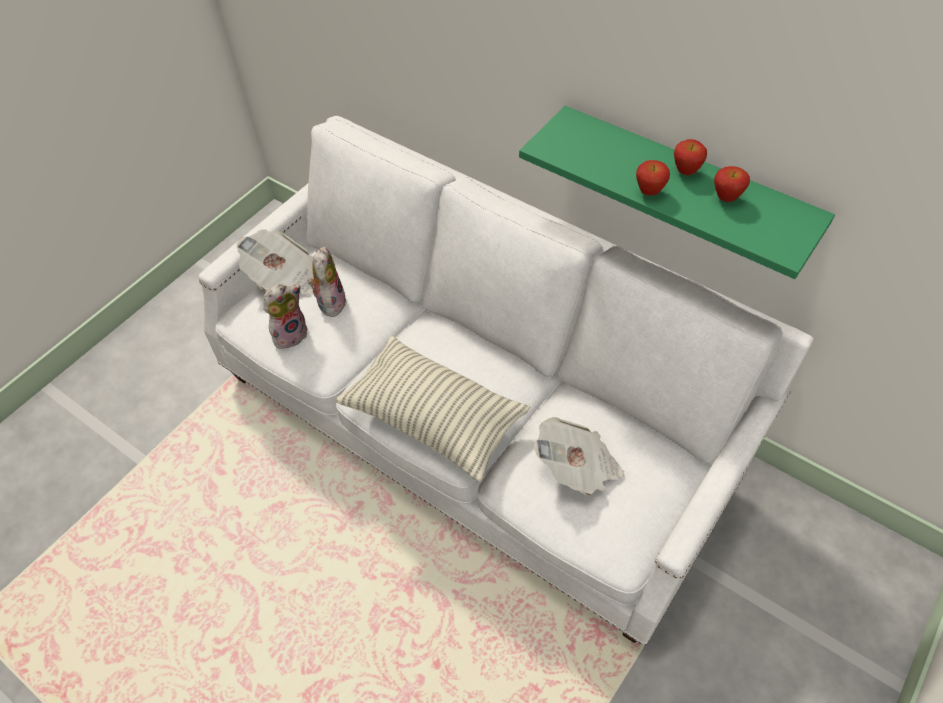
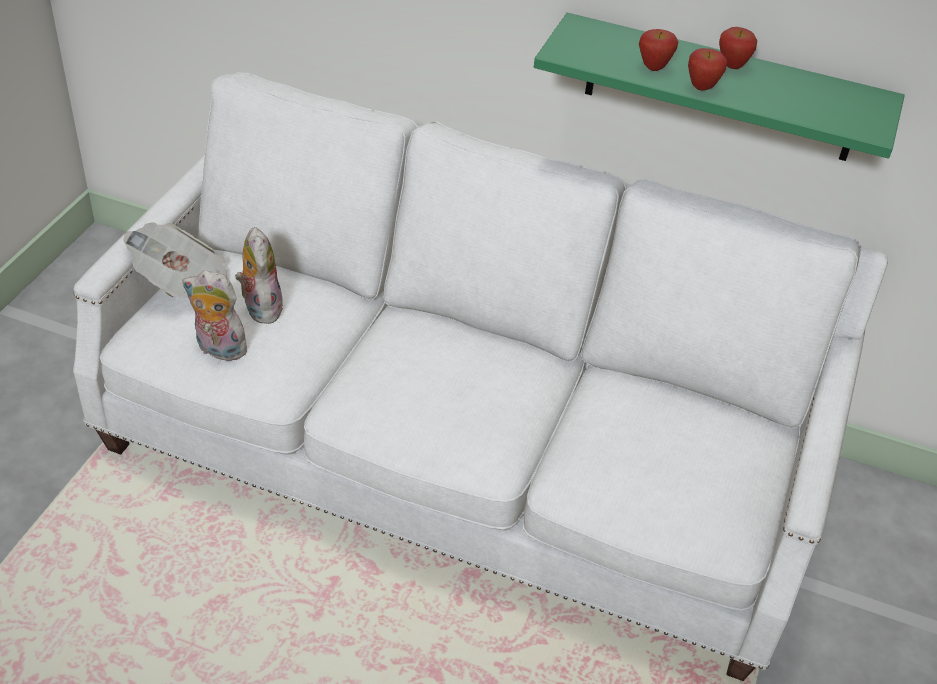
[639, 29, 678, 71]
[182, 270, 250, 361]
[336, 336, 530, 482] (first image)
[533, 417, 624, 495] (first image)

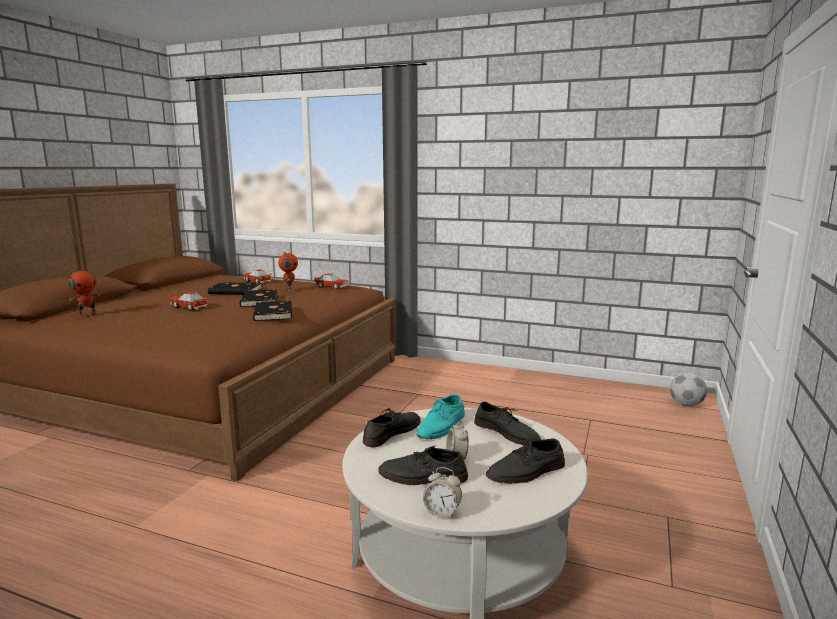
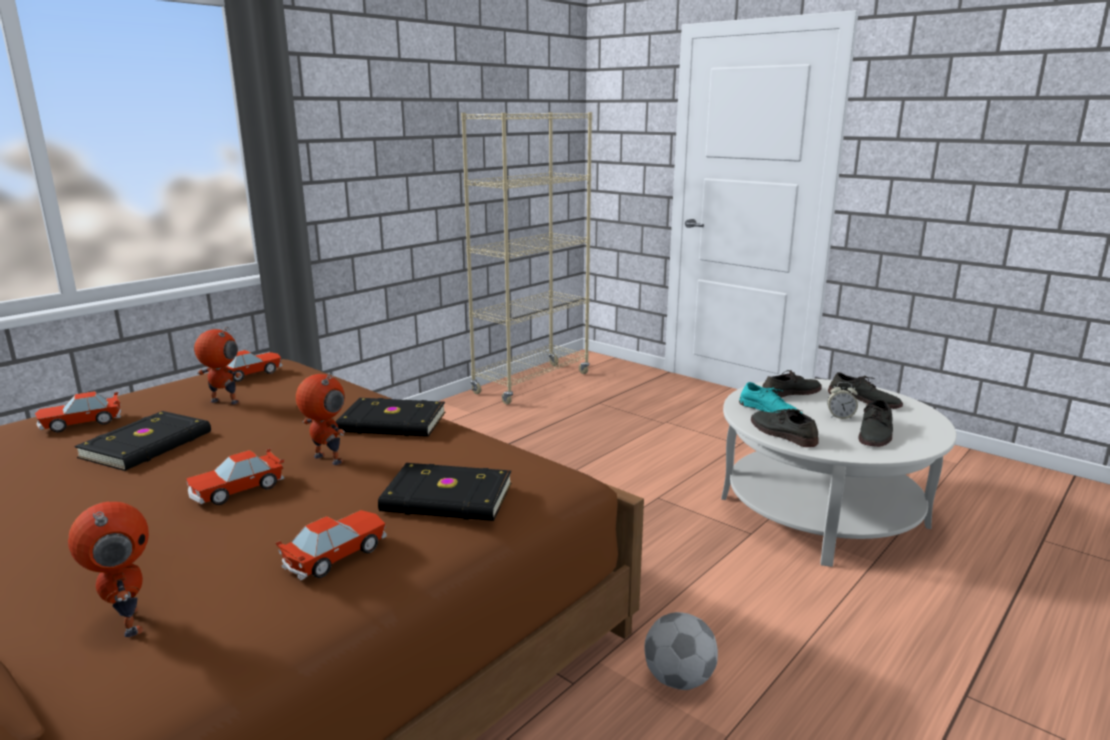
[378, 463, 511, 521]
[645, 612, 718, 690]
[828, 372, 903, 409]
[423, 467, 462, 519] (first image)
[461, 112, 592, 405]
[296, 374, 345, 465]
[275, 510, 387, 580]

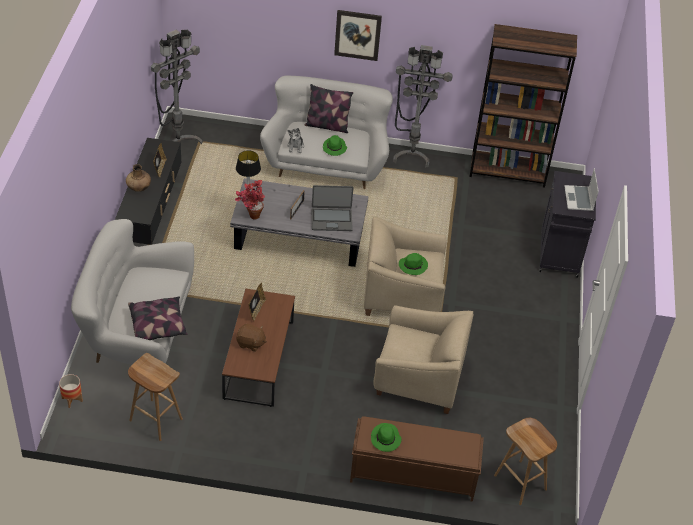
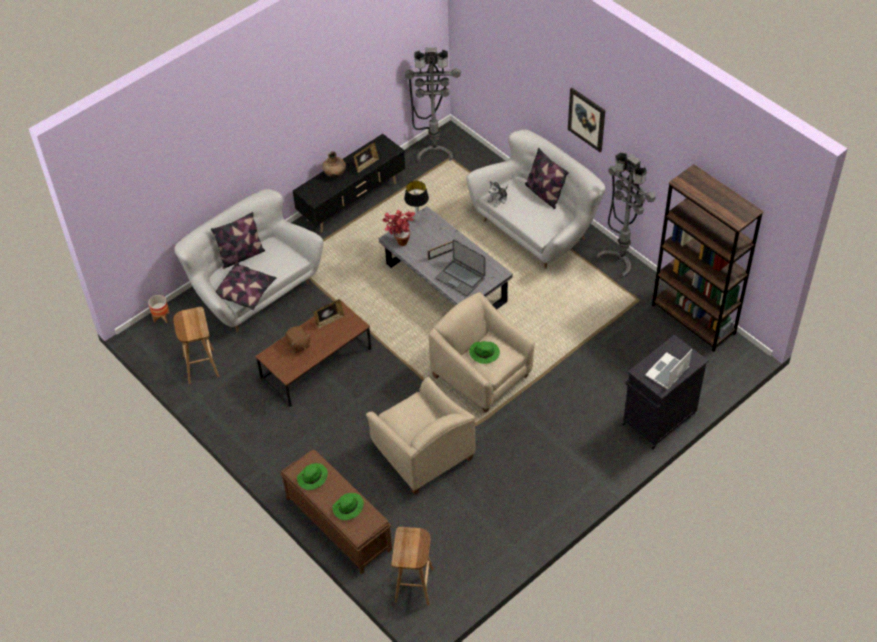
[332, 493, 364, 520]
[211, 212, 265, 269]

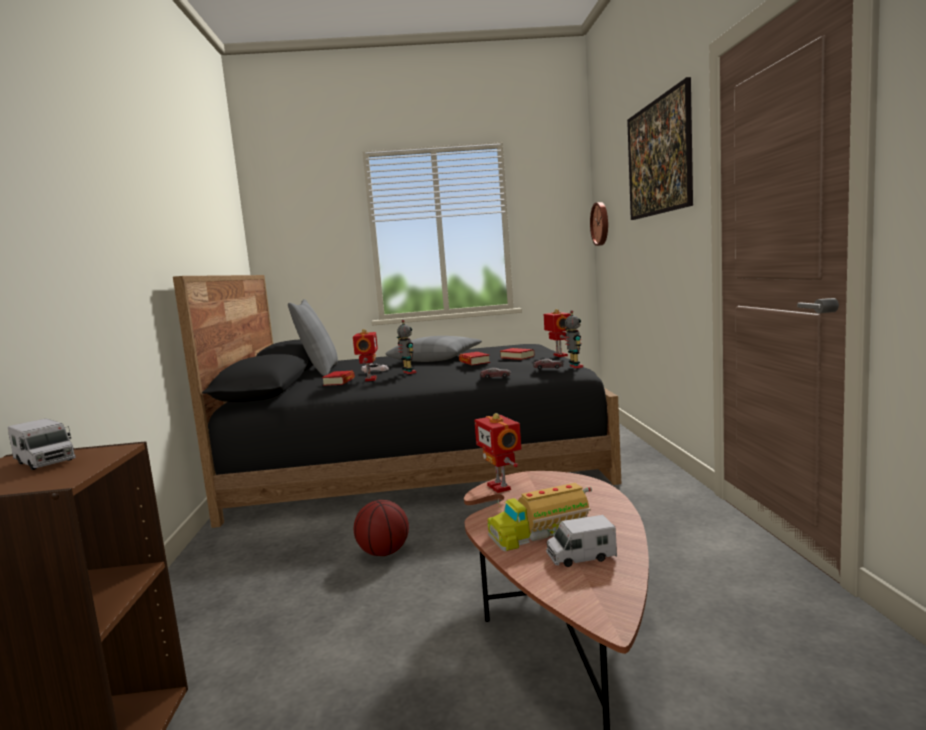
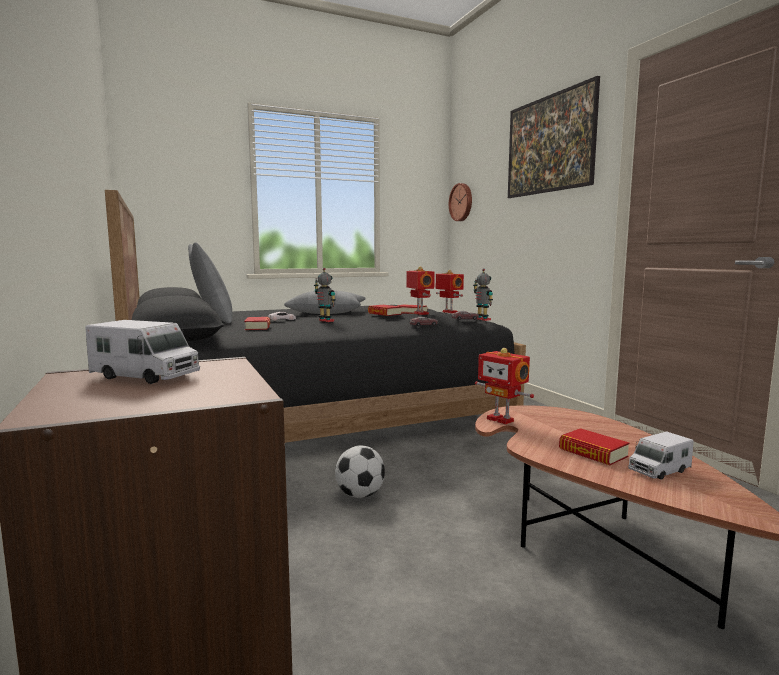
[407, 266, 435, 315]
[559, 428, 629, 465]
[335, 445, 385, 498]

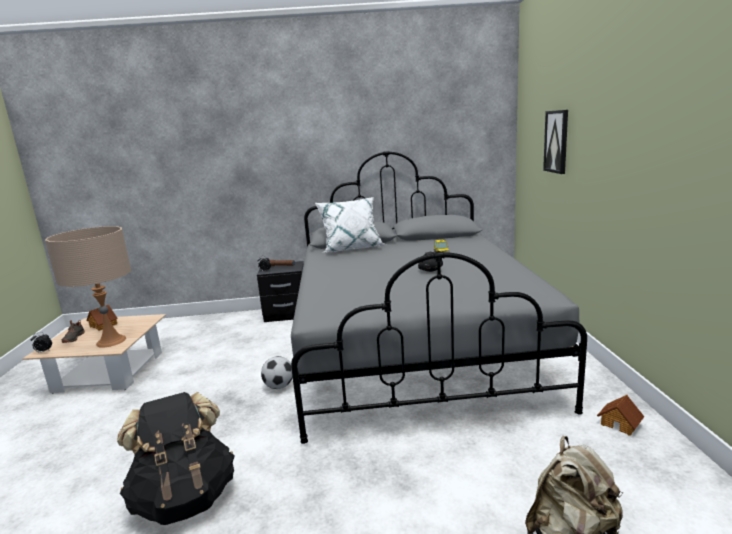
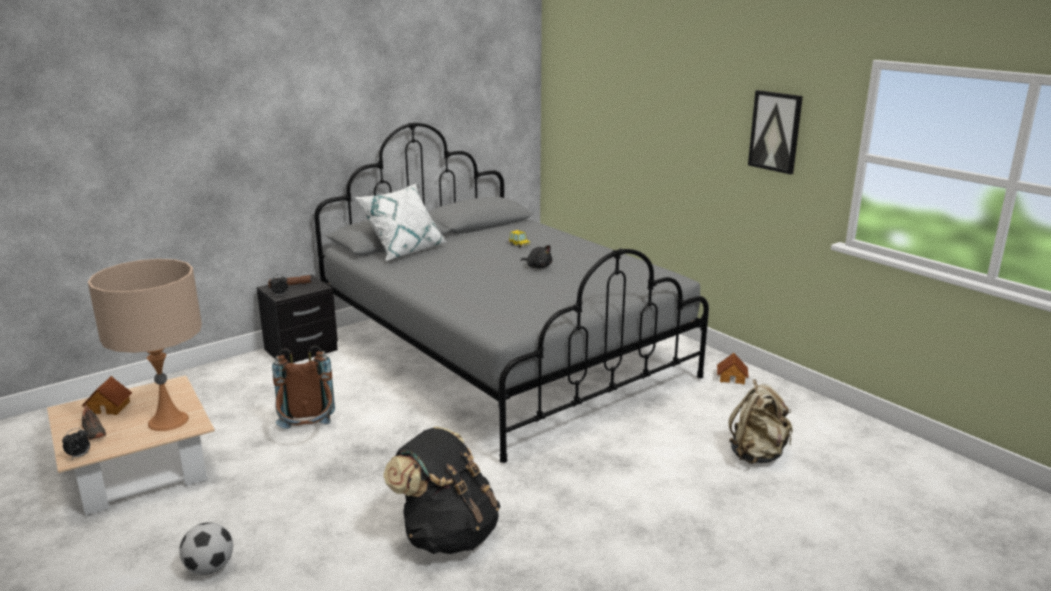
[748, 90, 803, 174]
[179, 522, 233, 575]
[272, 345, 335, 429]

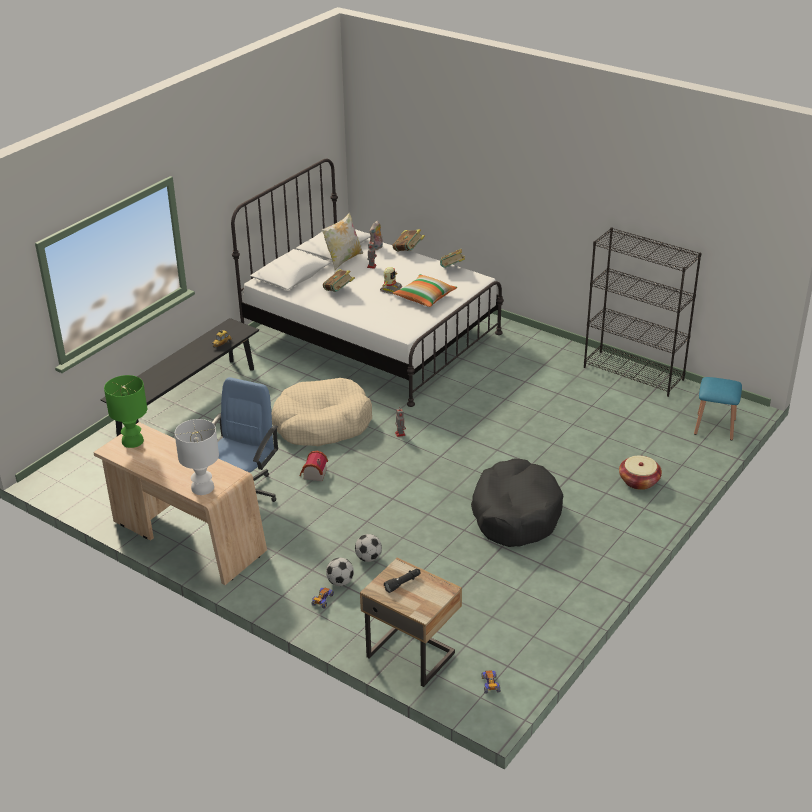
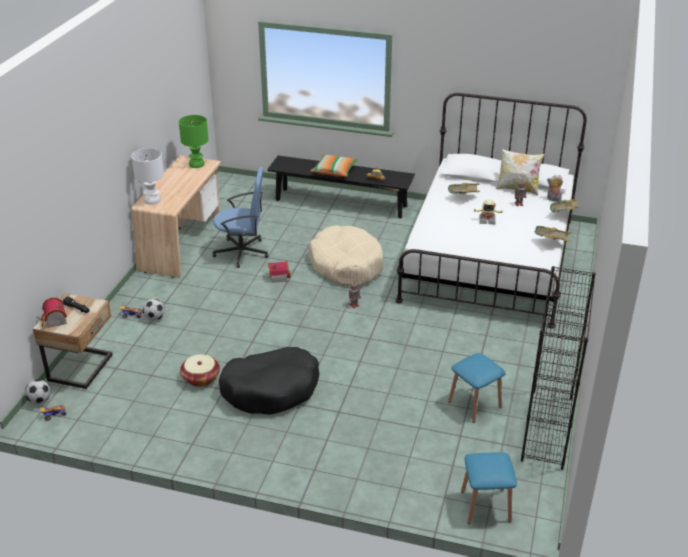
[311, 154, 359, 177]
[180, 354, 220, 387]
[25, 380, 50, 404]
[41, 297, 67, 328]
[448, 353, 506, 423]

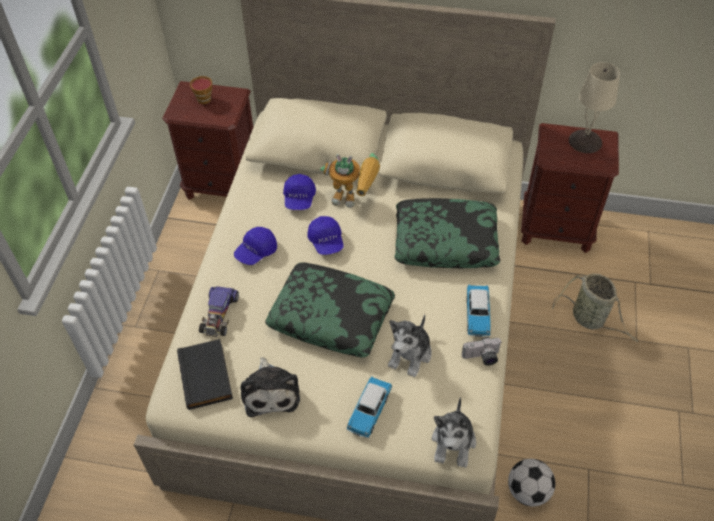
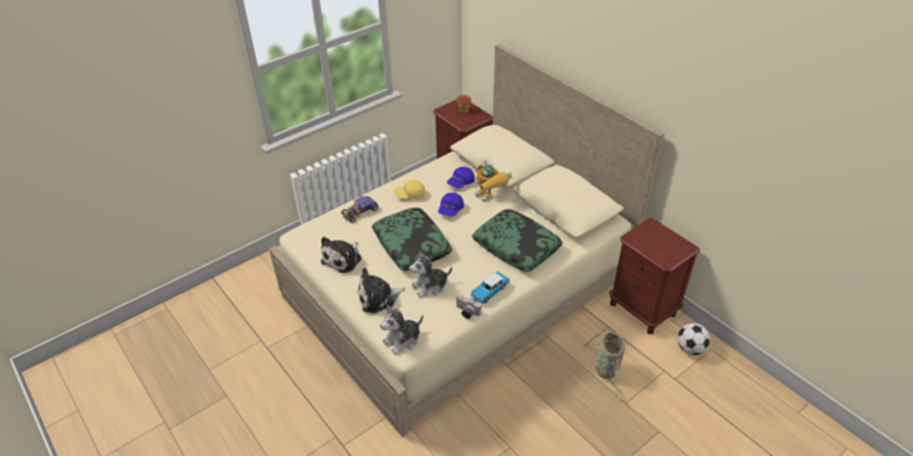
[569, 62, 620, 153] (first image)
[394, 180, 425, 199]
[177, 339, 233, 410] (first image)
[357, 267, 405, 314]
[677, 323, 711, 355]

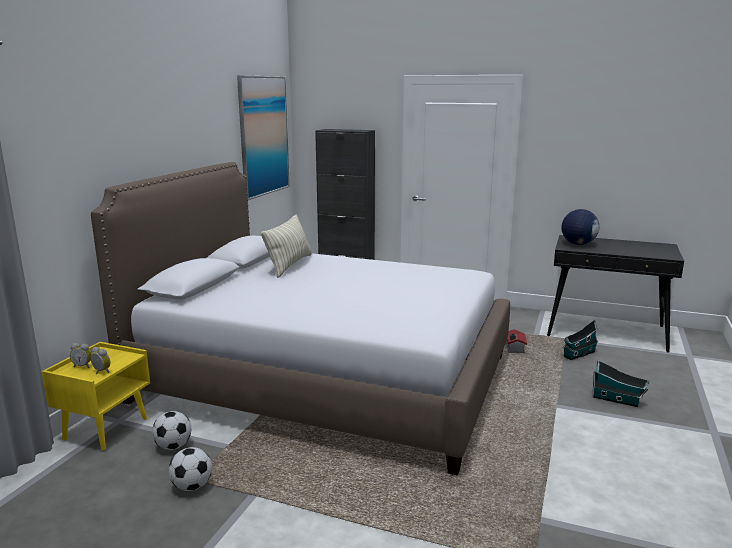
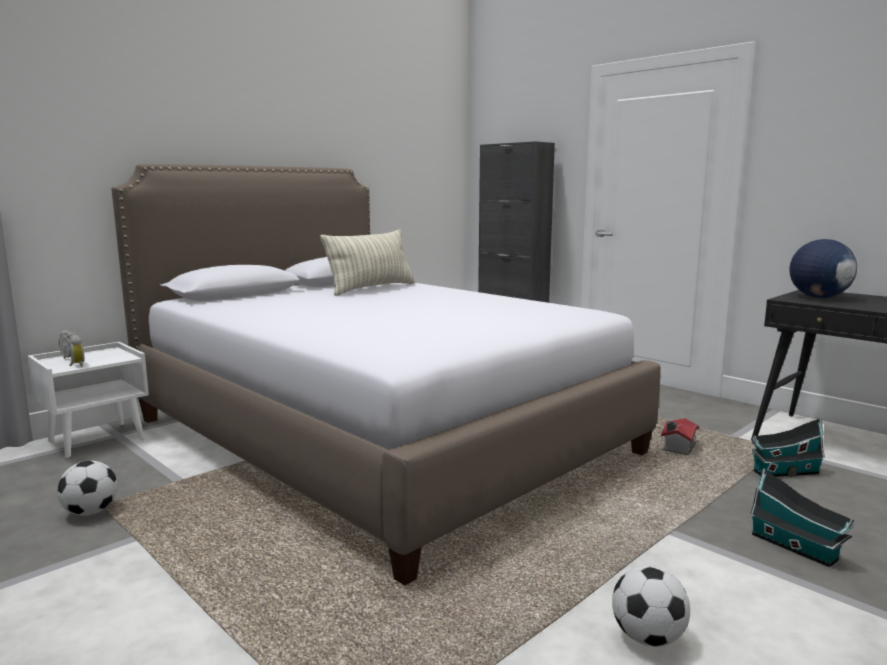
[237, 75, 290, 200] (first image)
[28, 342, 149, 458]
[612, 566, 690, 647]

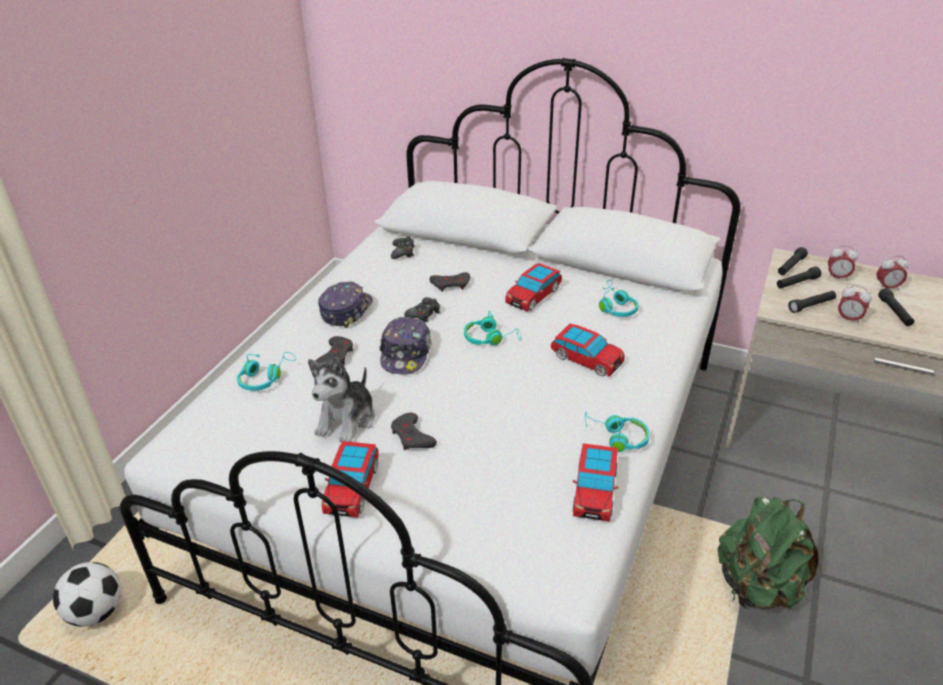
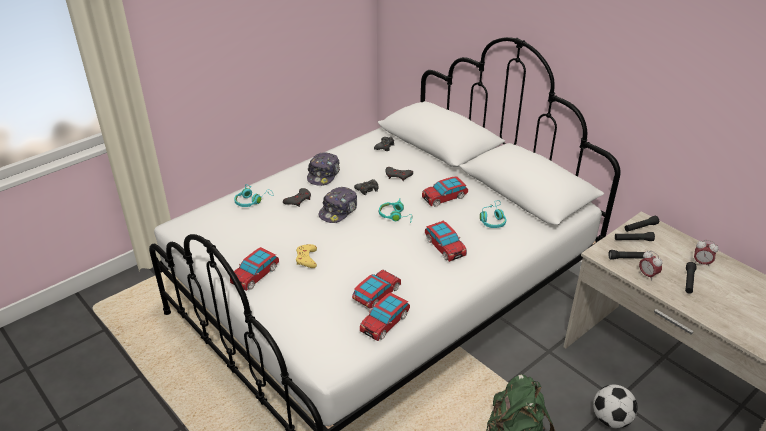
[828, 245, 858, 281] (first image)
[307, 152, 340, 186]
[308, 357, 375, 443] (first image)
[585, 412, 650, 452] (first image)
[296, 244, 317, 268]
[593, 384, 638, 428]
[352, 270, 401, 308]

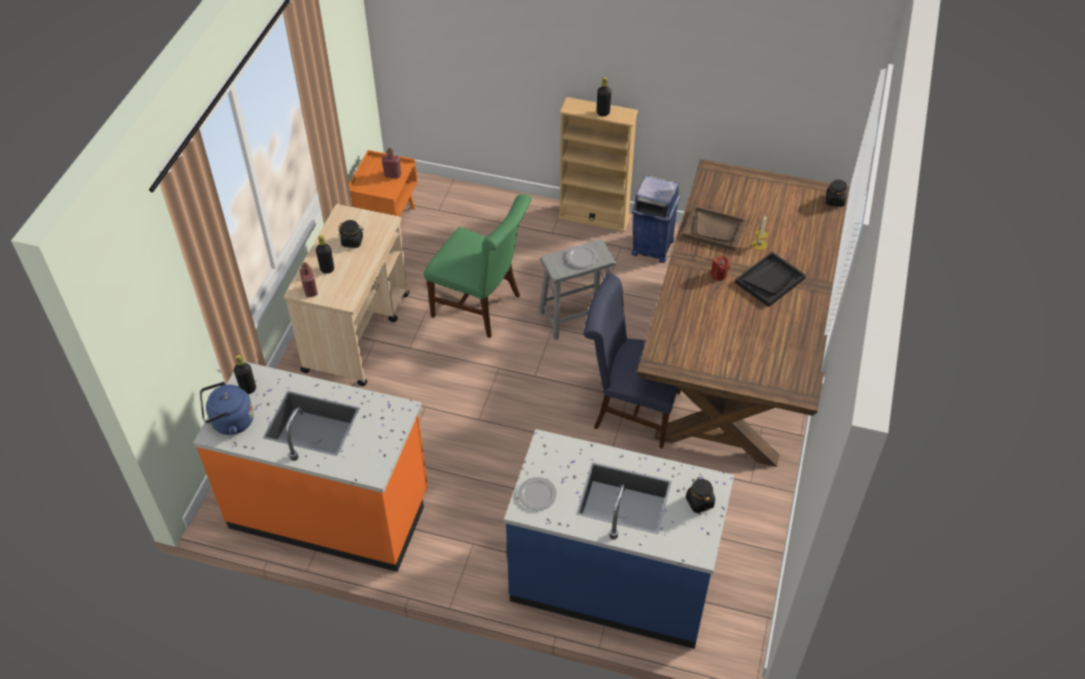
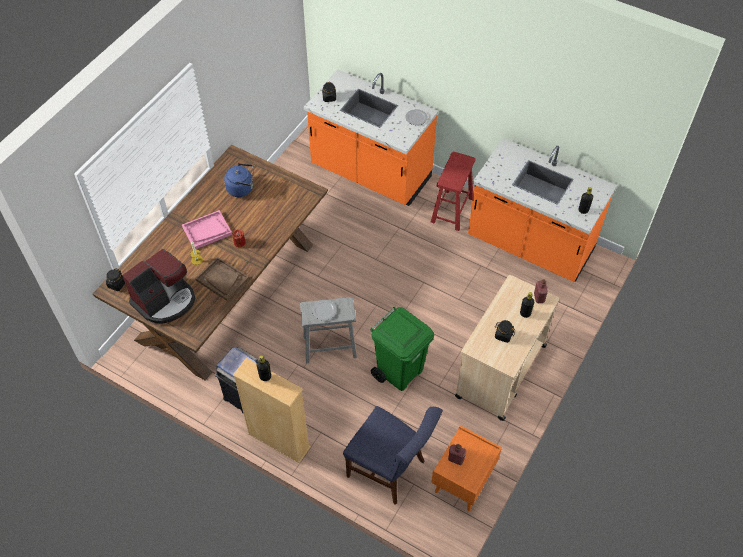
[370, 307, 434, 391]
[182, 210, 232, 249]
[343, 406, 443, 505]
[224, 163, 254, 197]
[304, 69, 438, 206]
[431, 152, 476, 231]
[122, 249, 195, 324]

